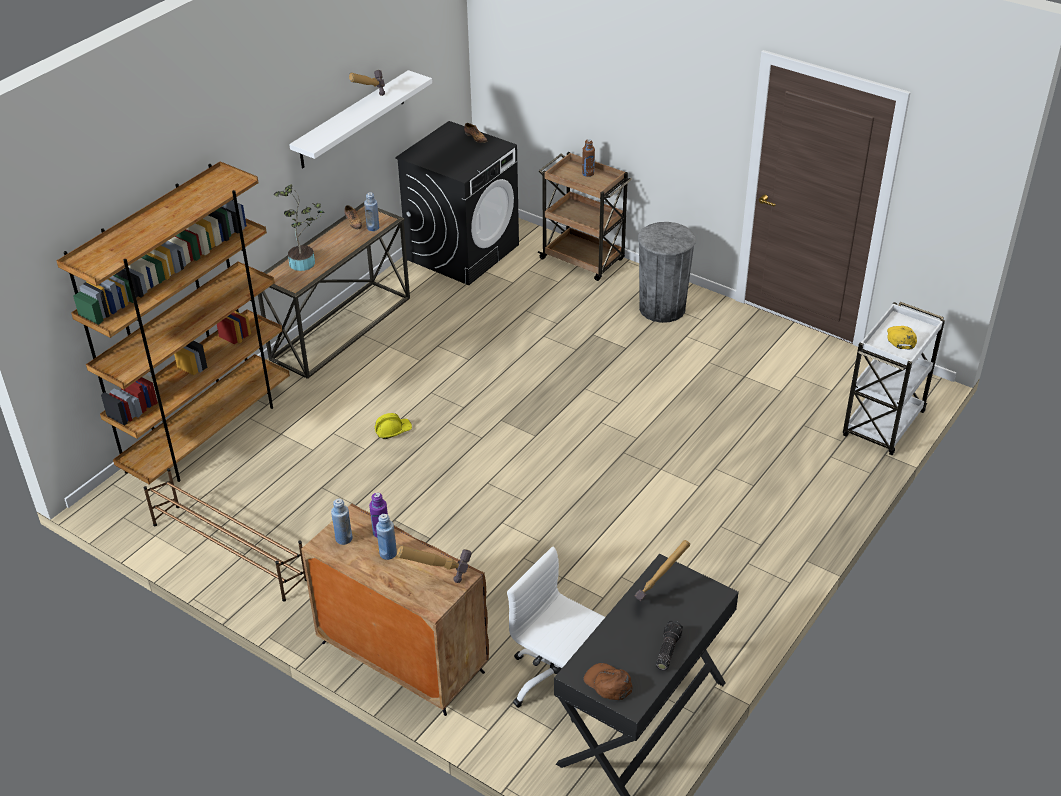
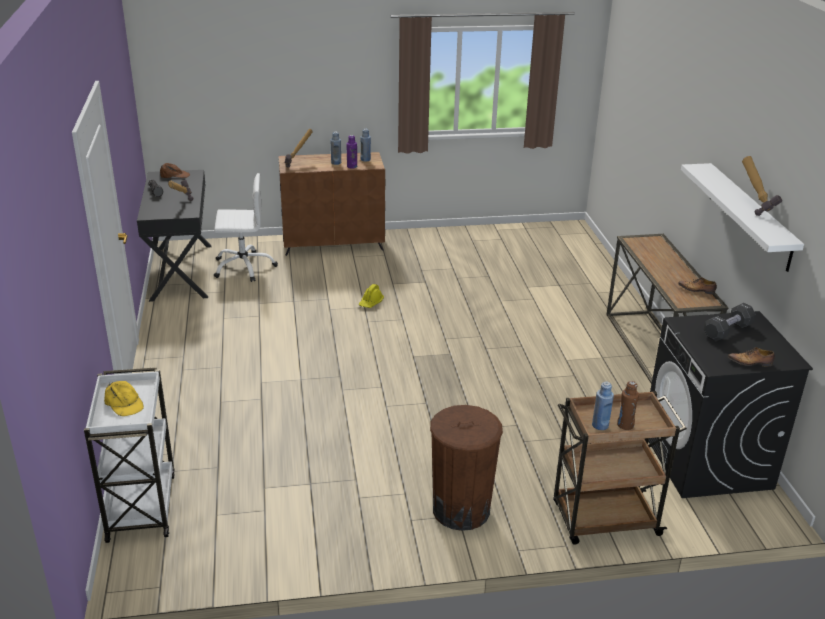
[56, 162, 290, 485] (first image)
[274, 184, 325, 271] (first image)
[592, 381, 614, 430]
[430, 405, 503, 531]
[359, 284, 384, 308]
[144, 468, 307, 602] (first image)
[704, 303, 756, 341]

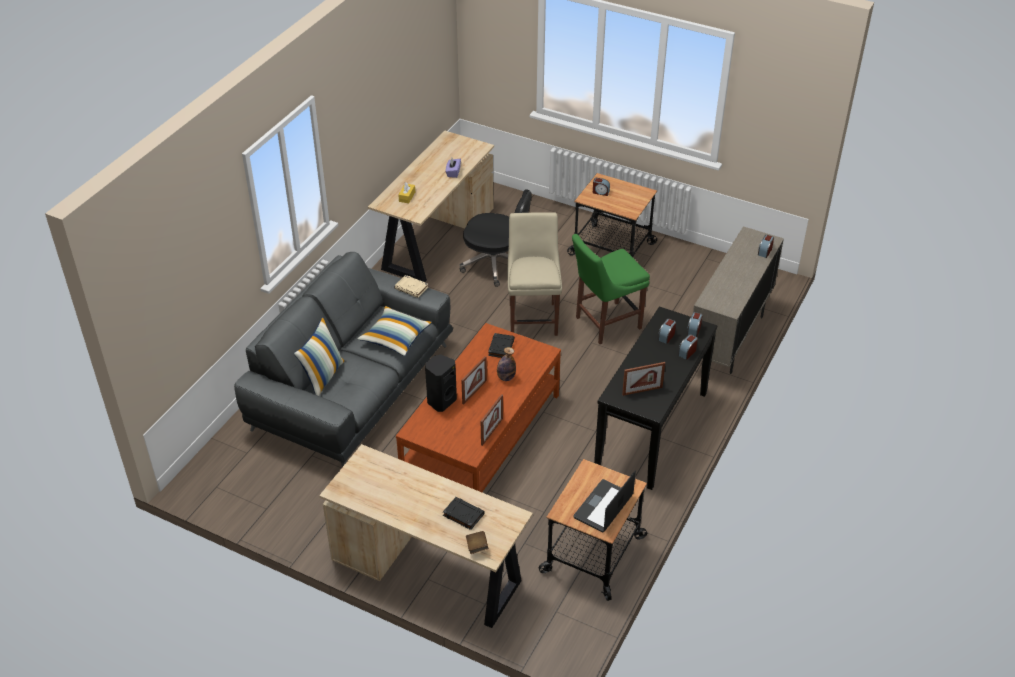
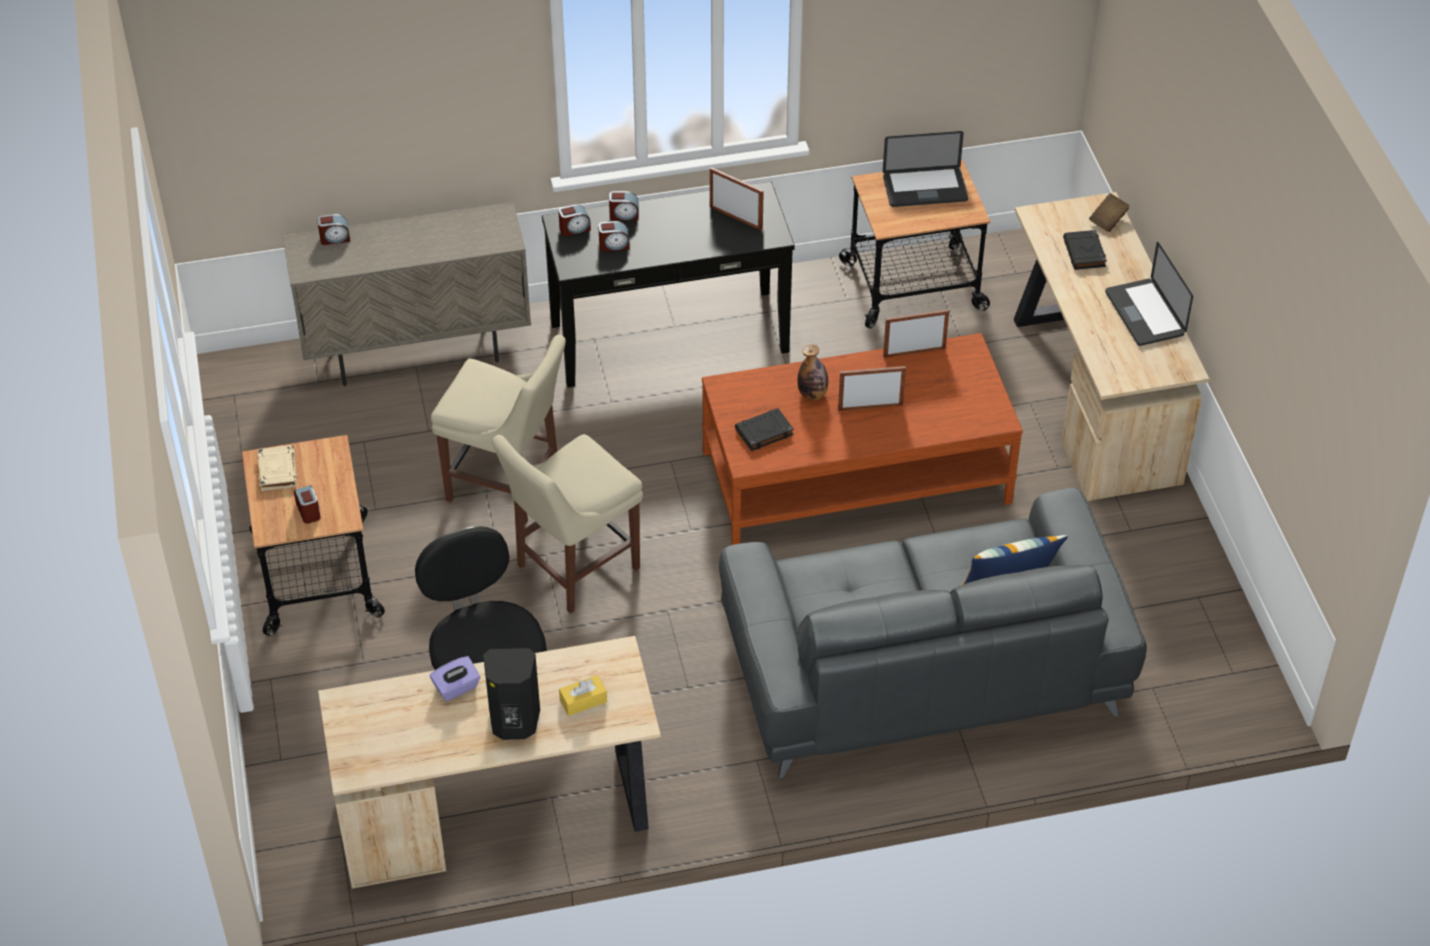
[431, 335, 566, 525]
[258, 445, 297, 491]
[358, 306, 432, 356] (first image)
[483, 648, 540, 740]
[1105, 242, 1193, 346]

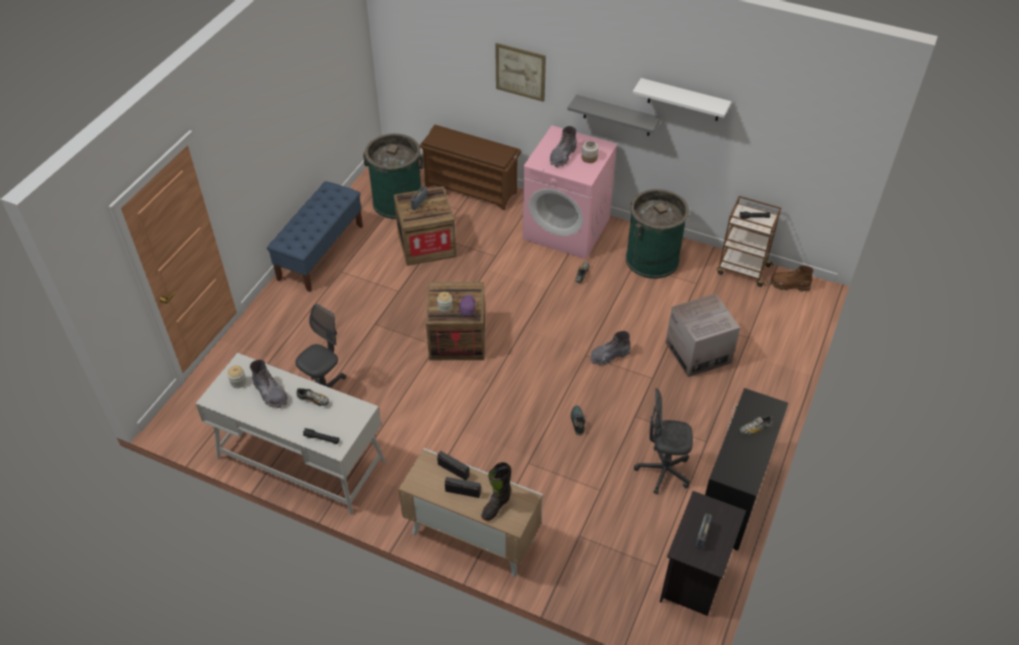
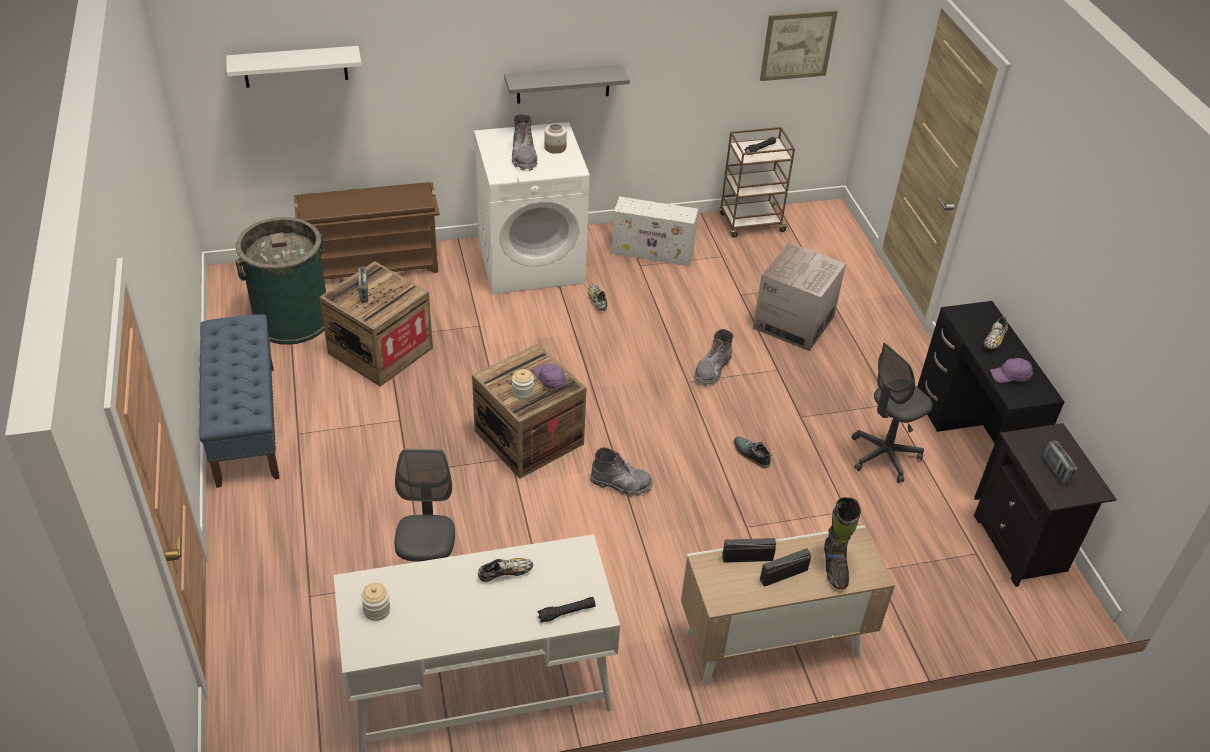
[760, 10, 838, 81]
[226, 46, 362, 88]
[474, 122, 590, 294]
[611, 196, 698, 267]
[770, 265, 813, 292] (first image)
[590, 447, 653, 497]
[990, 358, 1033, 383]

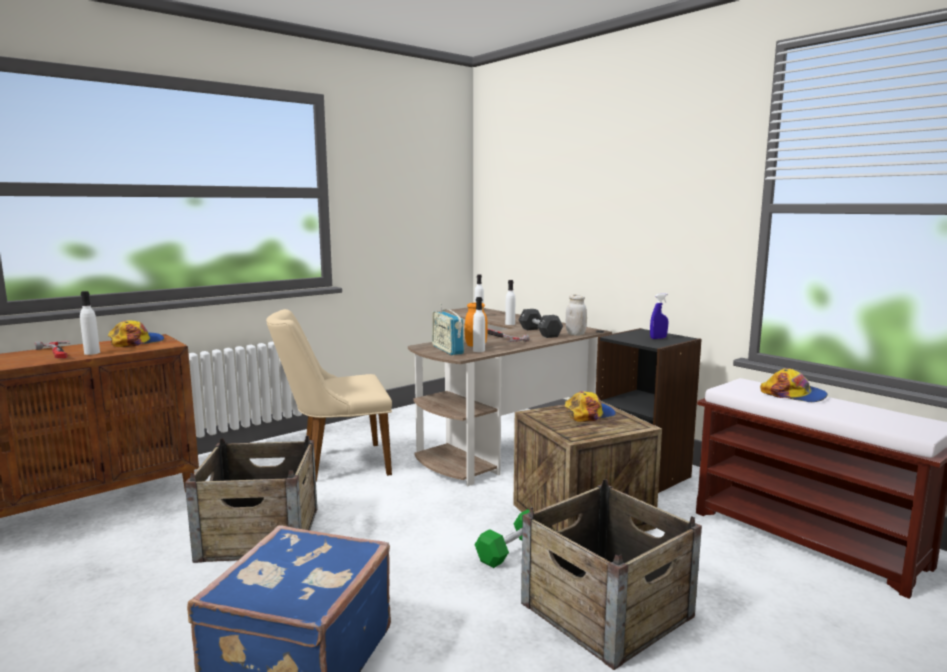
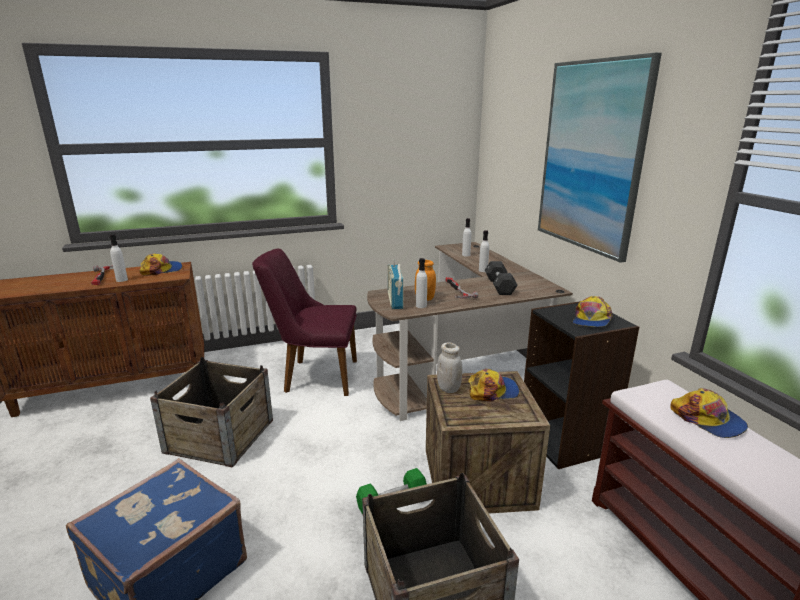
[573, 296, 613, 327]
[437, 342, 462, 393]
[252, 248, 357, 396]
[538, 53, 662, 263]

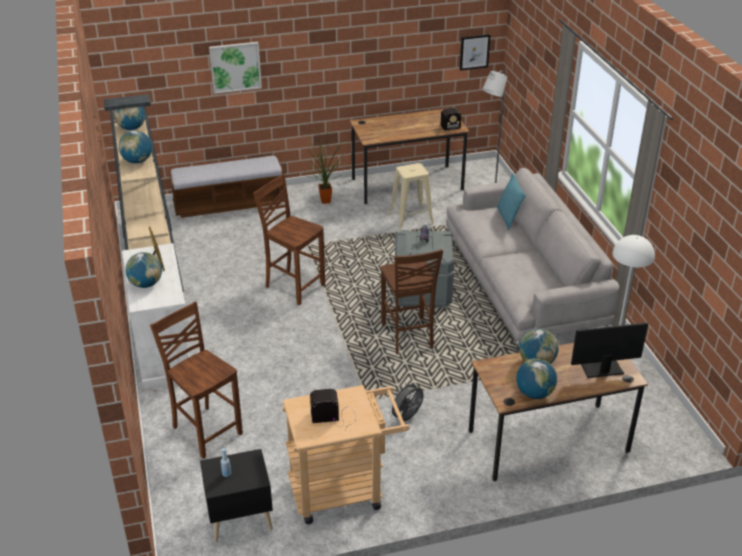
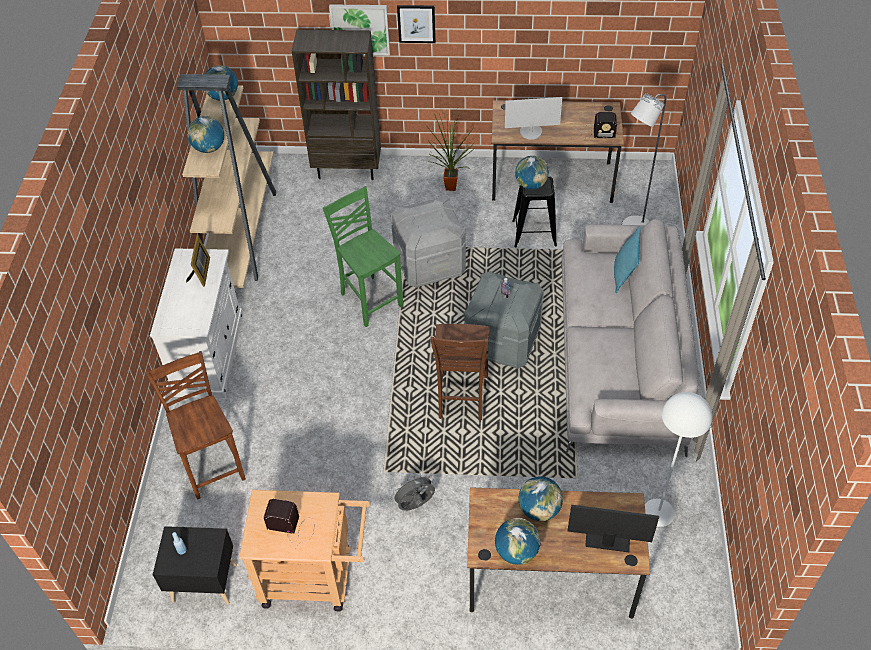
[397, 5, 436, 43]
[292, 30, 381, 180]
[512, 176, 557, 248]
[323, 186, 403, 327]
[515, 156, 549, 190]
[505, 97, 562, 140]
[391, 196, 466, 288]

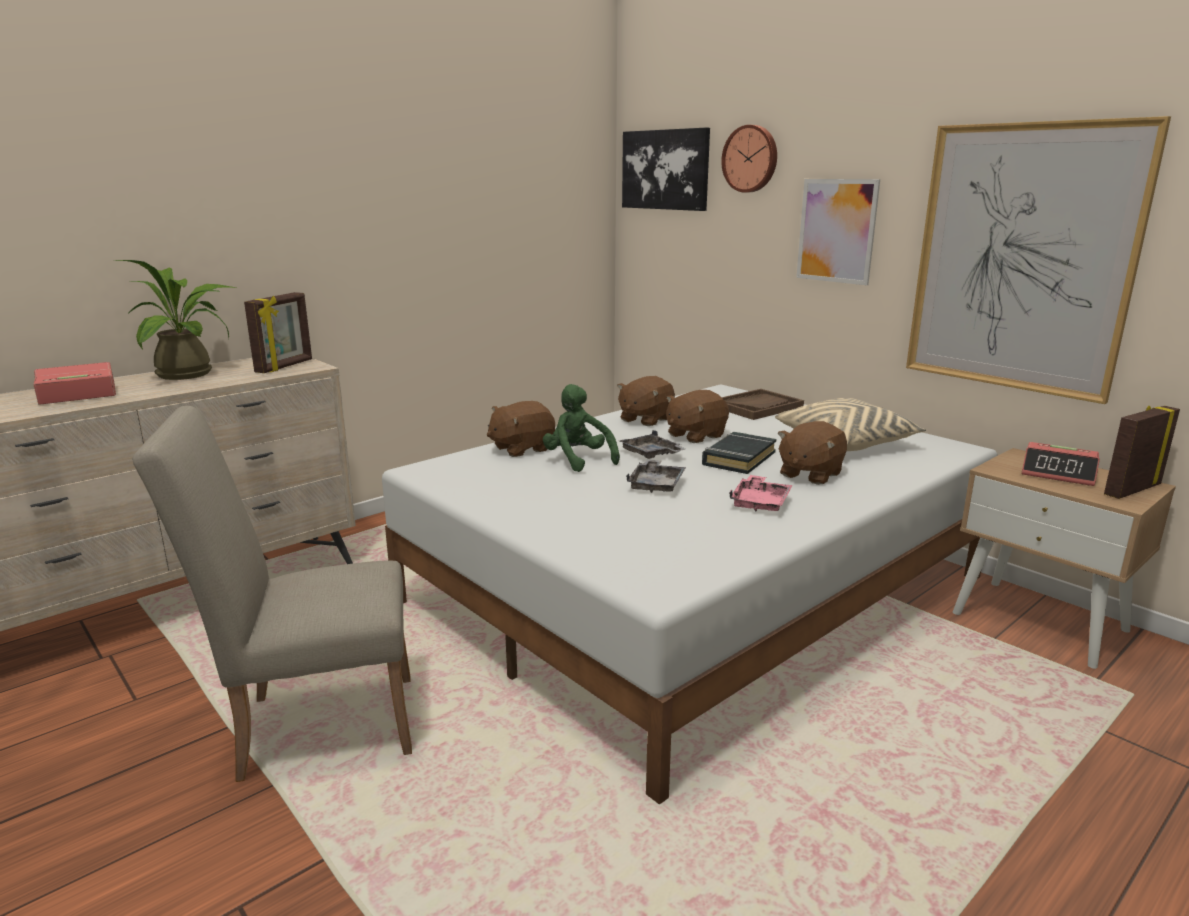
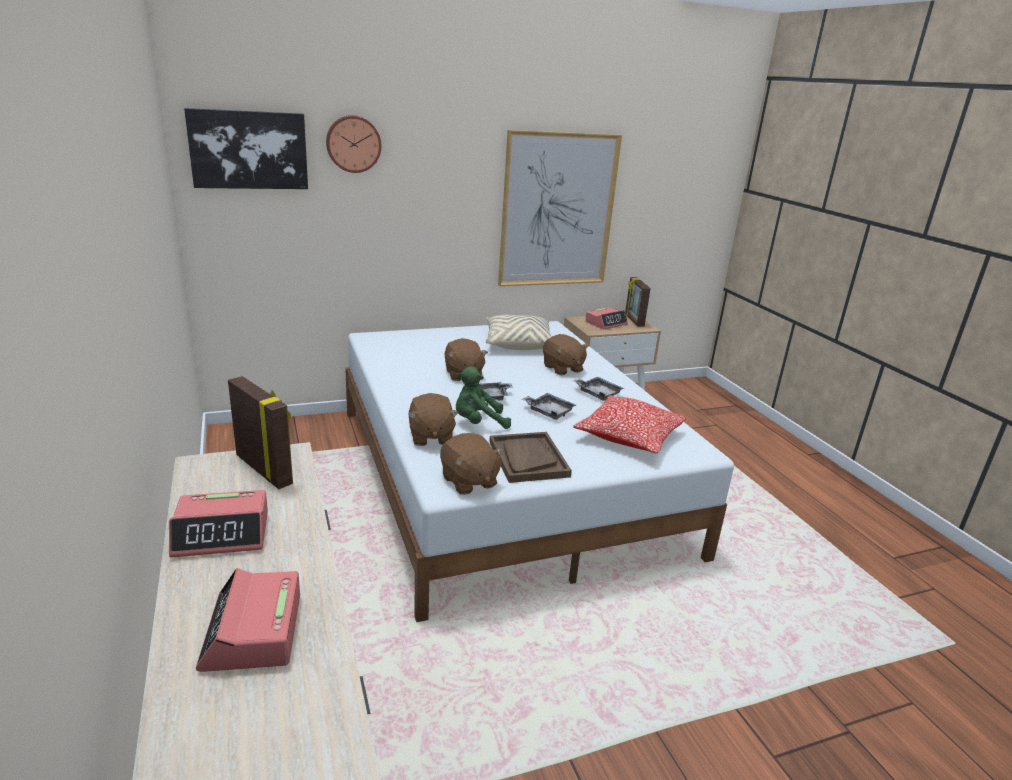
[796, 179, 880, 285] (first image)
[169, 490, 268, 558]
[440, 433, 504, 495]
[489, 432, 572, 483]
[132, 406, 412, 782] (first image)
[702, 432, 776, 474] (first image)
[573, 377, 624, 401]
[573, 395, 687, 454]

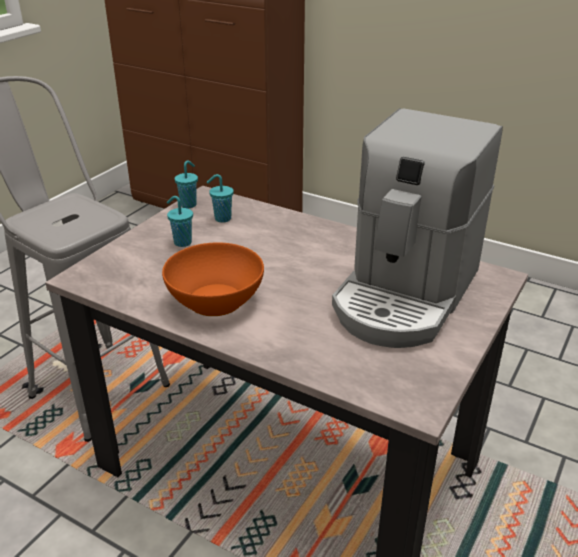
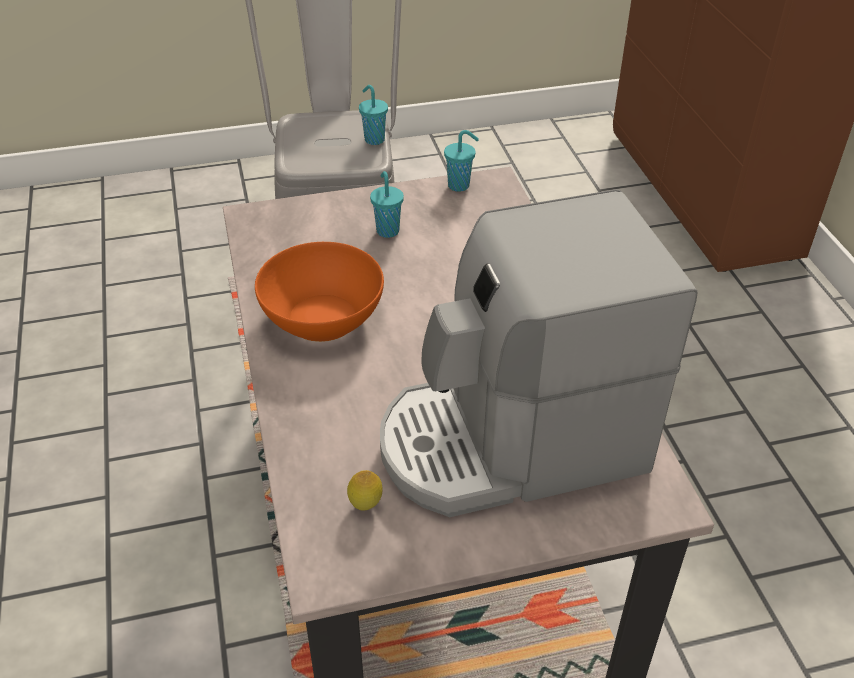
[359, 85, 388, 145]
[347, 470, 383, 511]

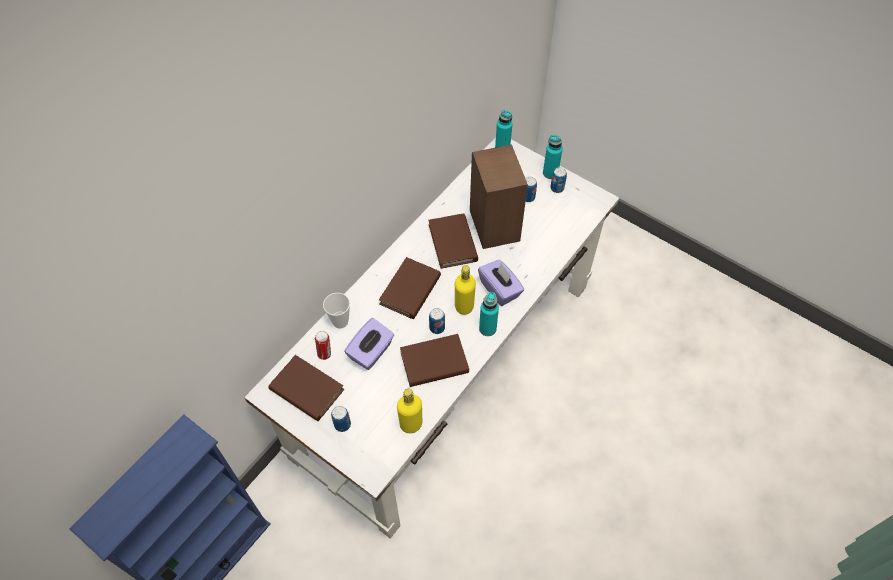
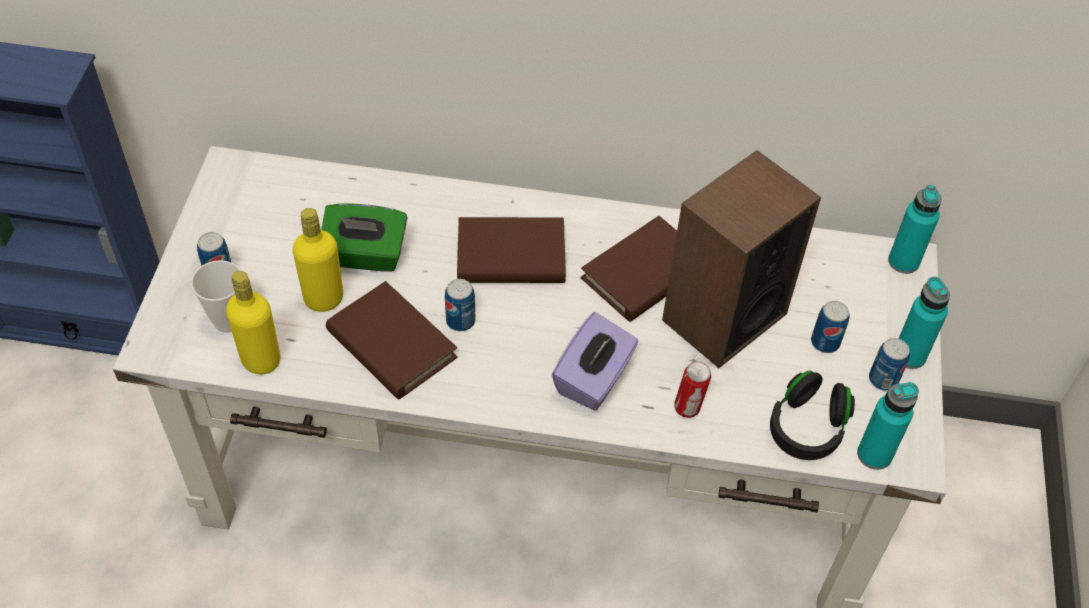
[293, 208, 343, 312]
[857, 382, 919, 470]
[191, 260, 241, 333]
[321, 204, 407, 272]
[674, 361, 711, 418]
[269, 355, 344, 421] (first image)
[770, 371, 855, 460]

